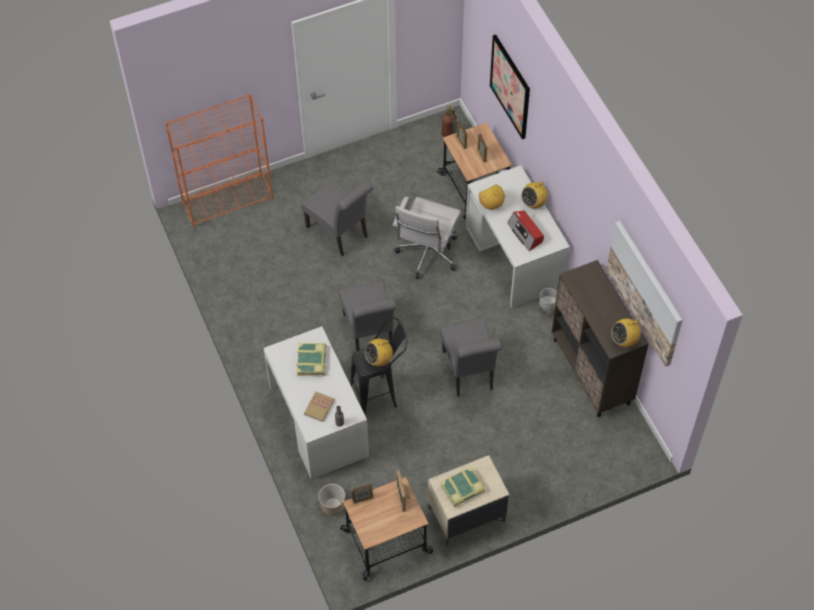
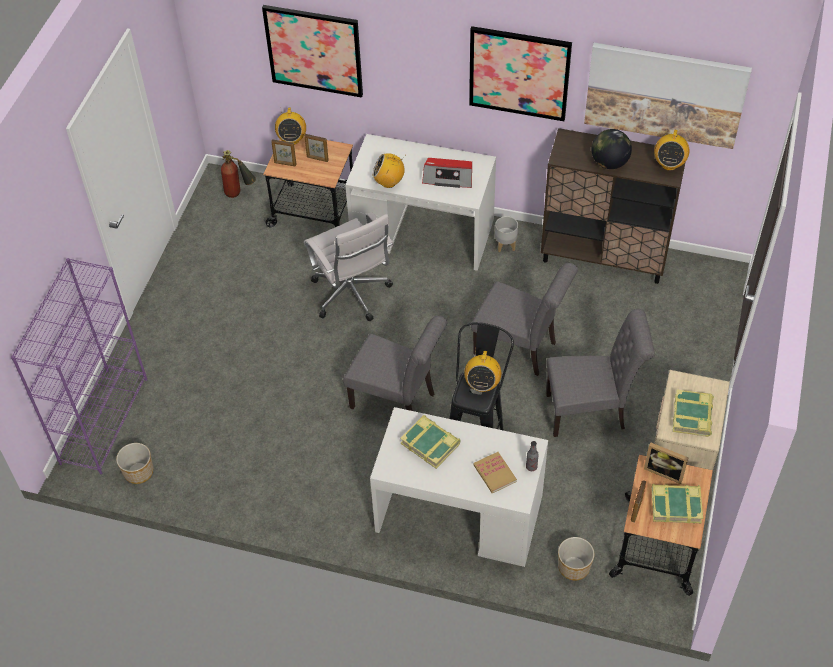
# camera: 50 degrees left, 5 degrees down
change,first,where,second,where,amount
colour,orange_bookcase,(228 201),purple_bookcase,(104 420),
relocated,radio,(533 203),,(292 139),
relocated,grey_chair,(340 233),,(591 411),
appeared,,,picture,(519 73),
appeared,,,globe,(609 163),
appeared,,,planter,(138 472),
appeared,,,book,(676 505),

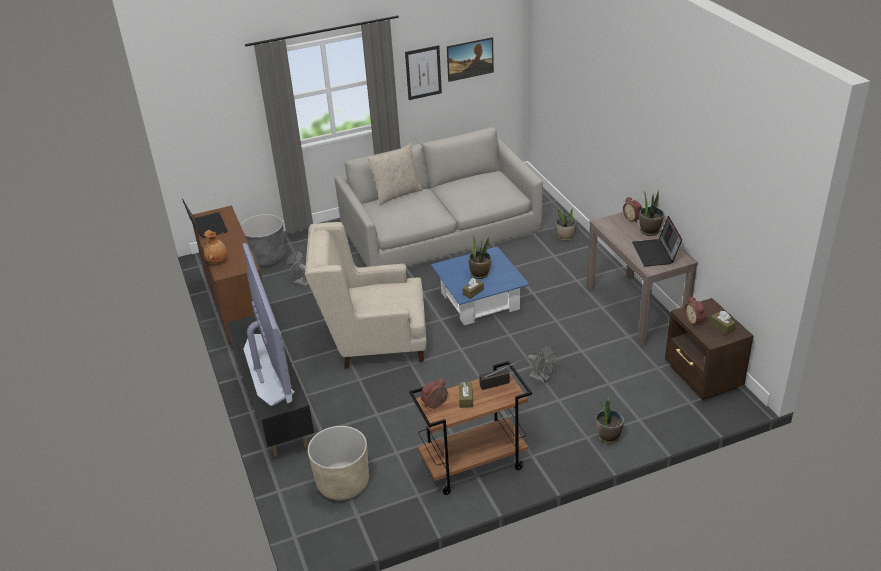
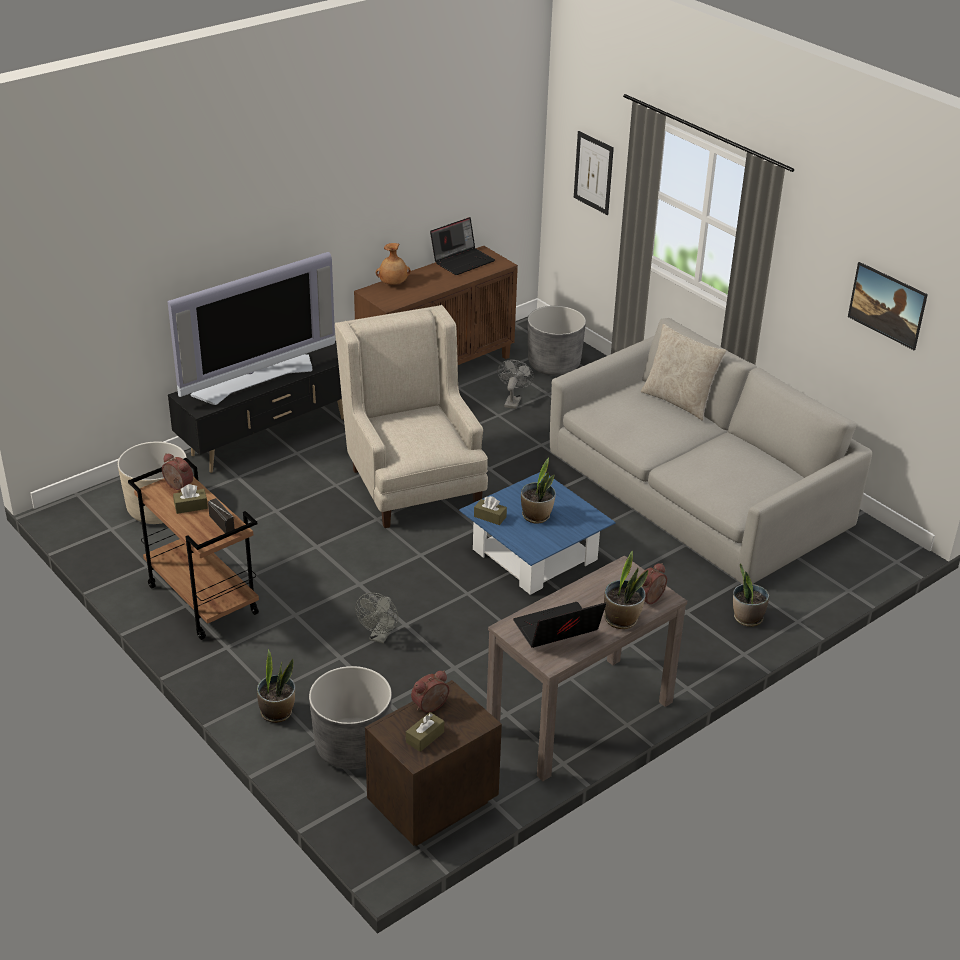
# camera: 70 degrees right, 0 degrees up
change,first,where,second,where,amount
relocated,picture,(423 72),,(593 172),
appeared,,,grey_planter,(352 747),

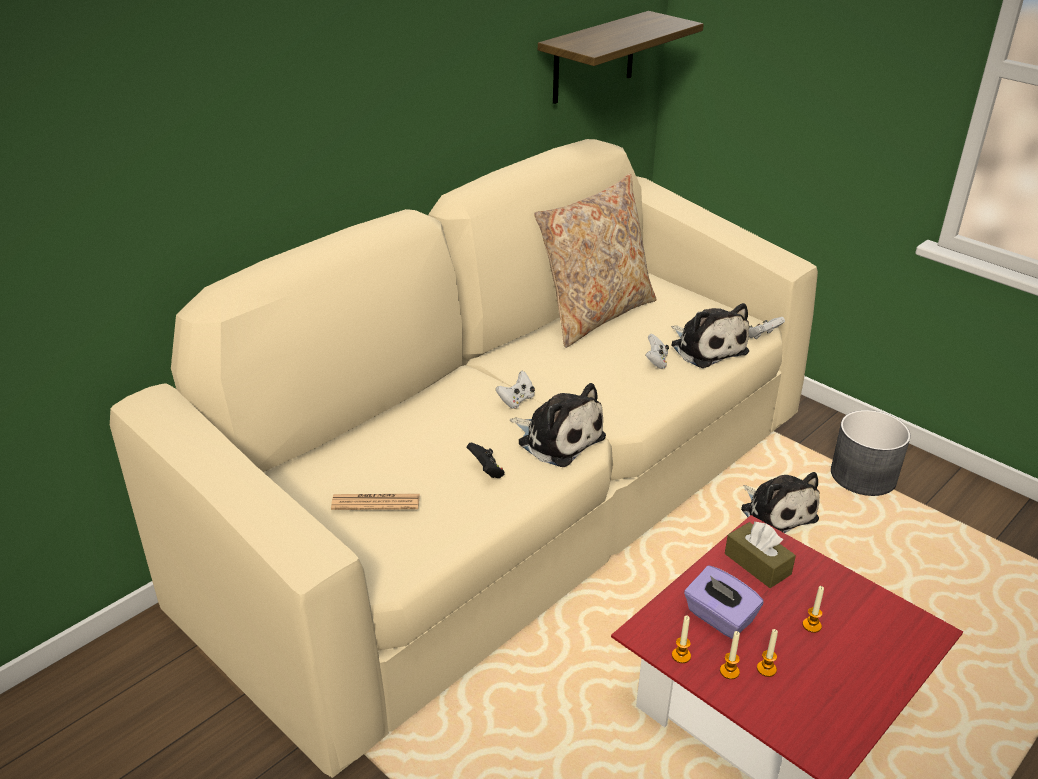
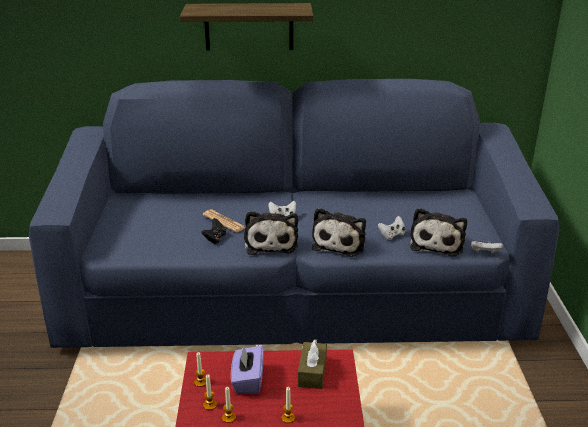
# camera: 45 degrees right, 5 degrees down
change,first,where,second,where,amount
relocated,shelf,(594 58),,(249 26),
colour,beige_sofa,(516 506),blue_sofa,(293 296),
missing,beige_pillow,(595 314),,,
missing,grey_planter,(863 476),,,
relocated,plush_toy,(776 512),,(340 243),
relocated,newspaper,(376 502),,(224 221),

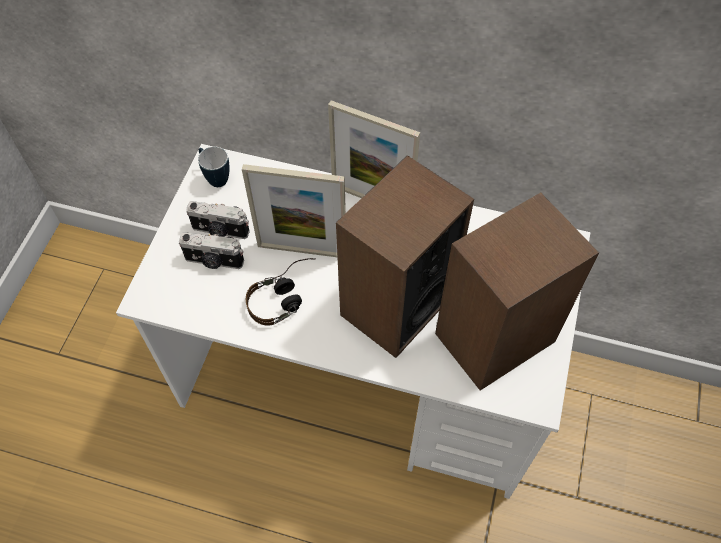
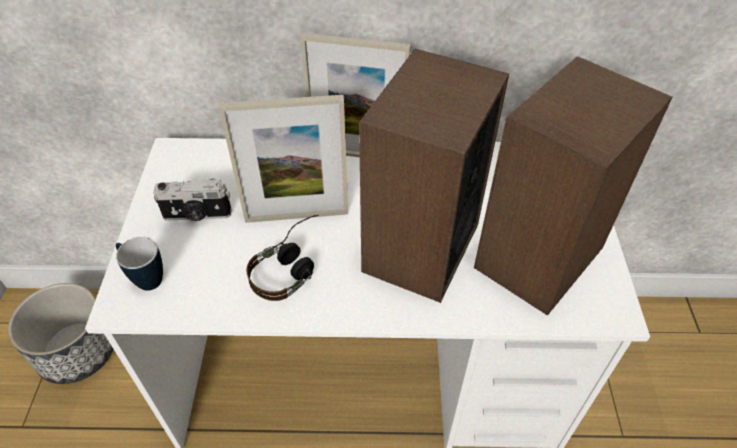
# camera: 15 degrees left, 10 degrees down
change,first,where,second,where,amount
relocated,mug,(215 177),,(145 278),
missing,photo_camera,(214 261),,,
appeared,,,planter,(77 351),

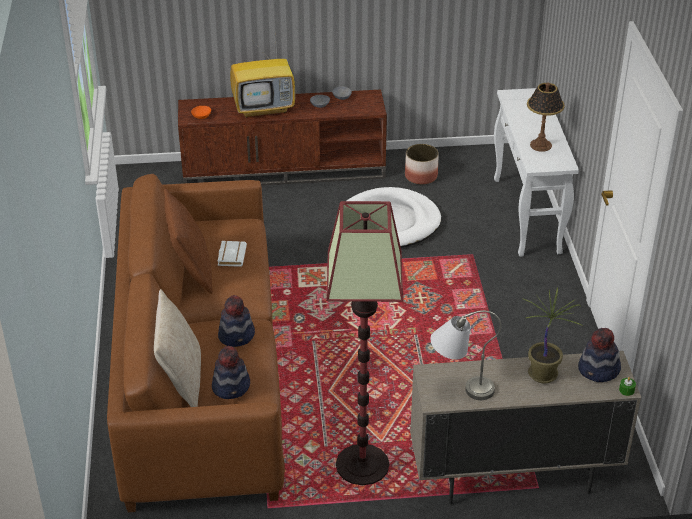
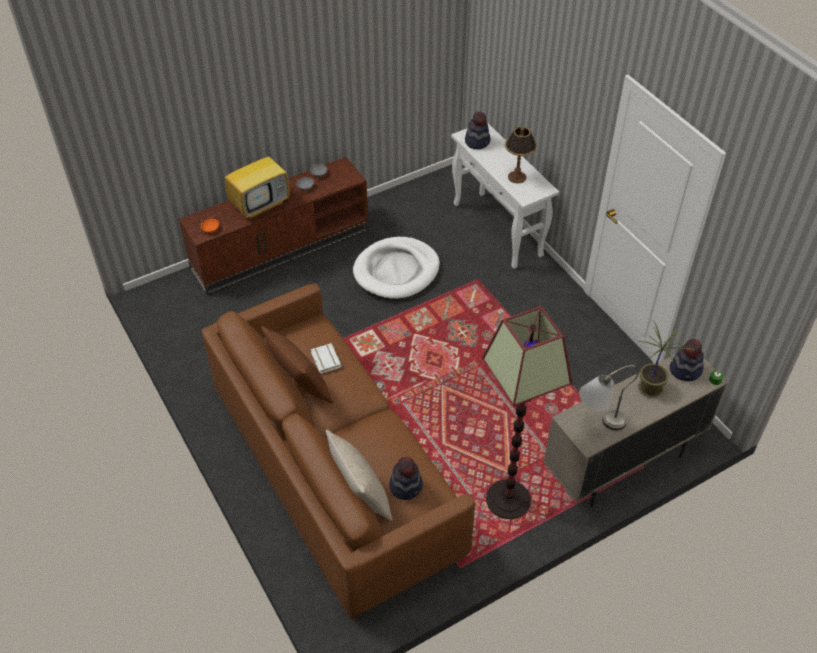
# camera: 25 degrees left, 10 degrees up
change,first,where,second,where,amount
missing,planter,(421 176),,,
relocated,hat,(237 335),,(477 141),

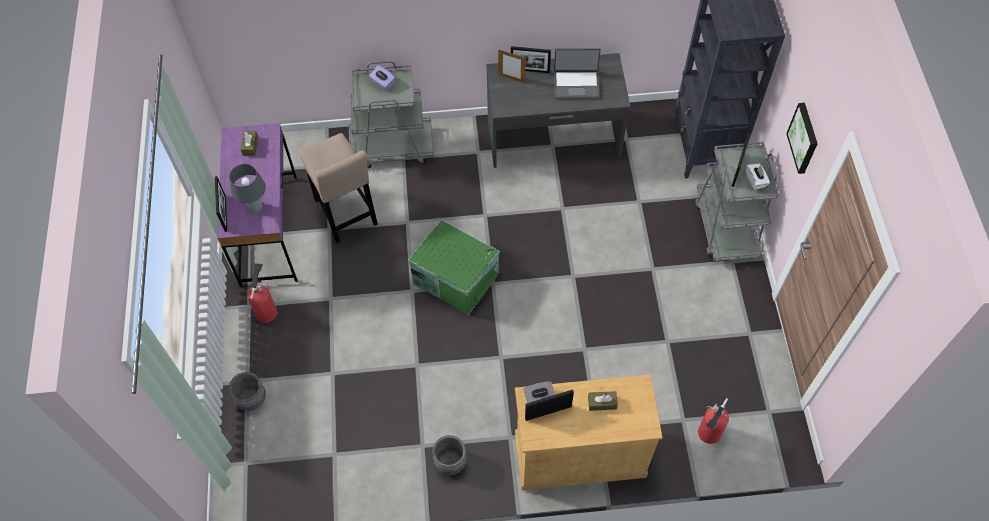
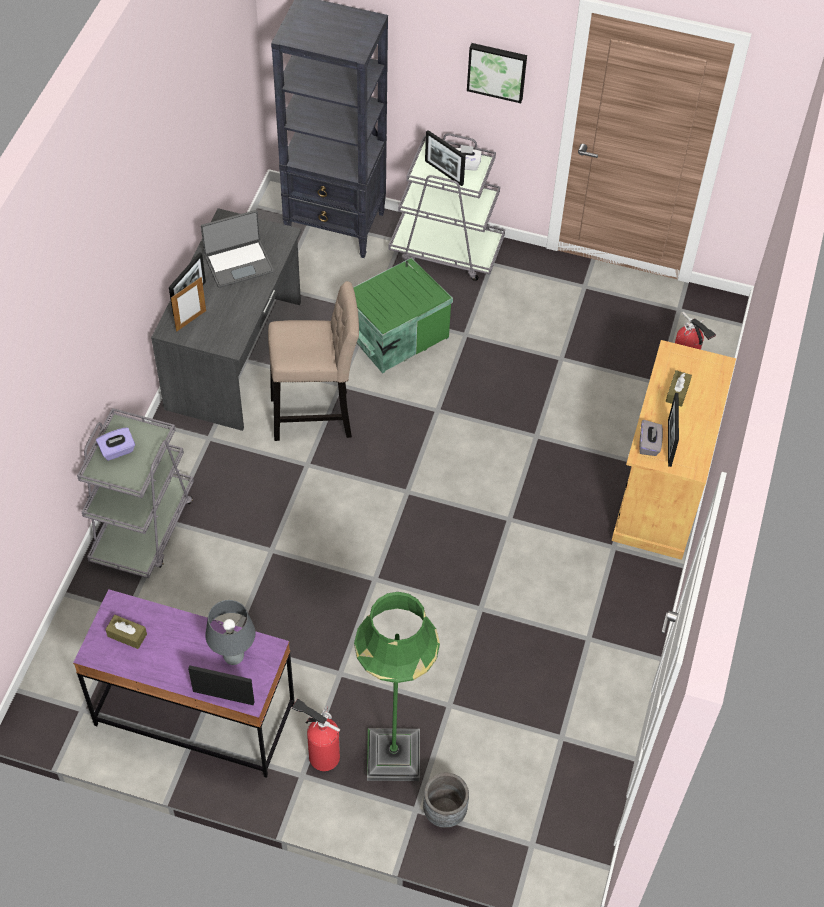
# camera: 70 degrees left, 5 degrees down
change,first,where,second,where,amount
spun,laptop,(576 84),,(238 263),45 degrees clockwise
relocated,beige_stool,(346 215),,(316 416),
relocated,green_storage_box,(455 277),,(394 332),
missing,grey_planter,(450 462),,,
appeared,,,green_floor_lamp,(393 756),

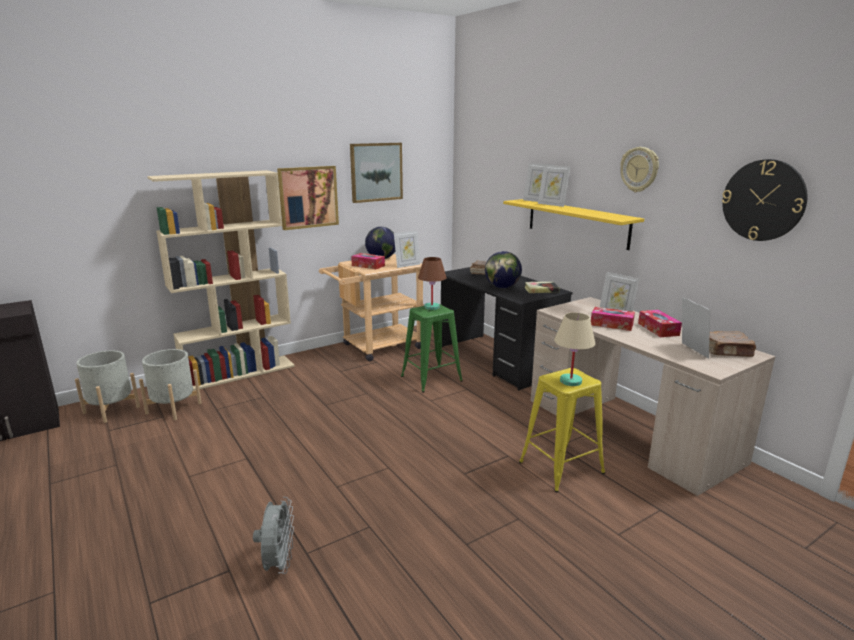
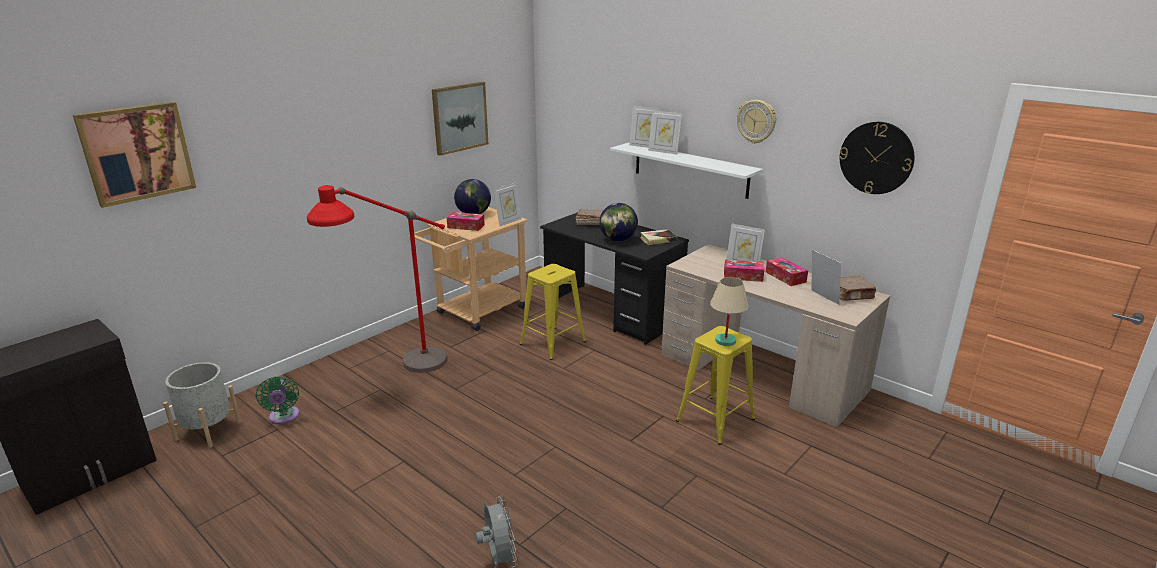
# camera: 15 degrees left, 5 degrees up
change,first,where,second,where,amount
relocated,picture,(308 197),,(137 153),
missing,beige_bookcase,(239 373),,,
colour,yellow_shelf,(576 223),white_shelf,(690 170),
missing,brown_table_lamp,(432 307),,,
colour,green_stool,(431 378),yellow_stool,(553 343),
exchanged,grey_planter,(174 408),green_fan,(284 417),
appeared,,,red_floor_lamp,(399 374),

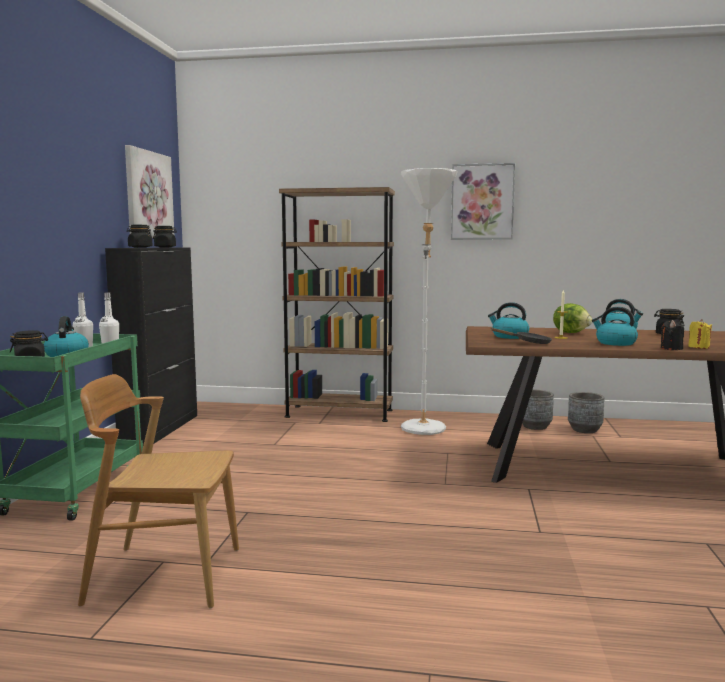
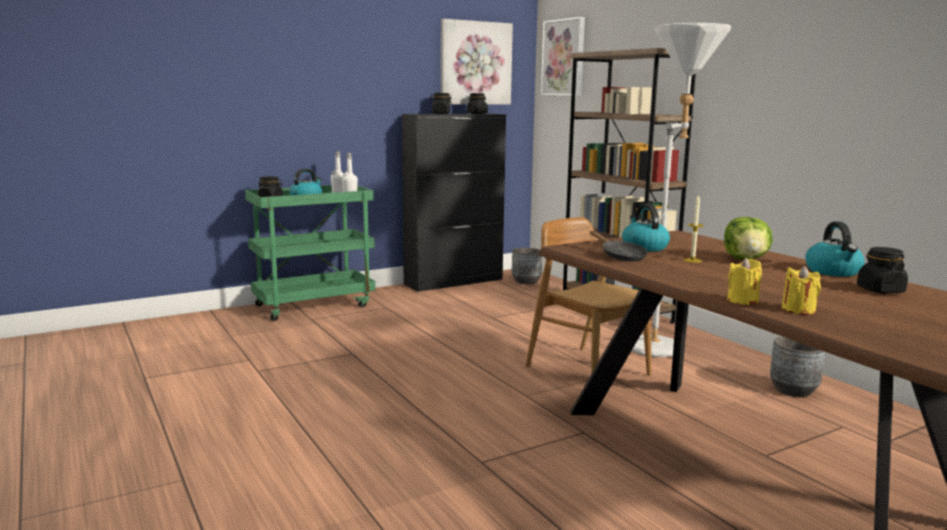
# camera: 50 degrees right, 5 degrees up
change,first,where,second,where,amount
relocated,picture,(482 202),,(563 57),
missing,kettle,(615 343),,,
colour,black_candle,(671 348),yellow_candle,(742 301),
relocated,brown_chair,(164 575),,(587 370),
relocated,grey_planter,(584 430),,(526 281),

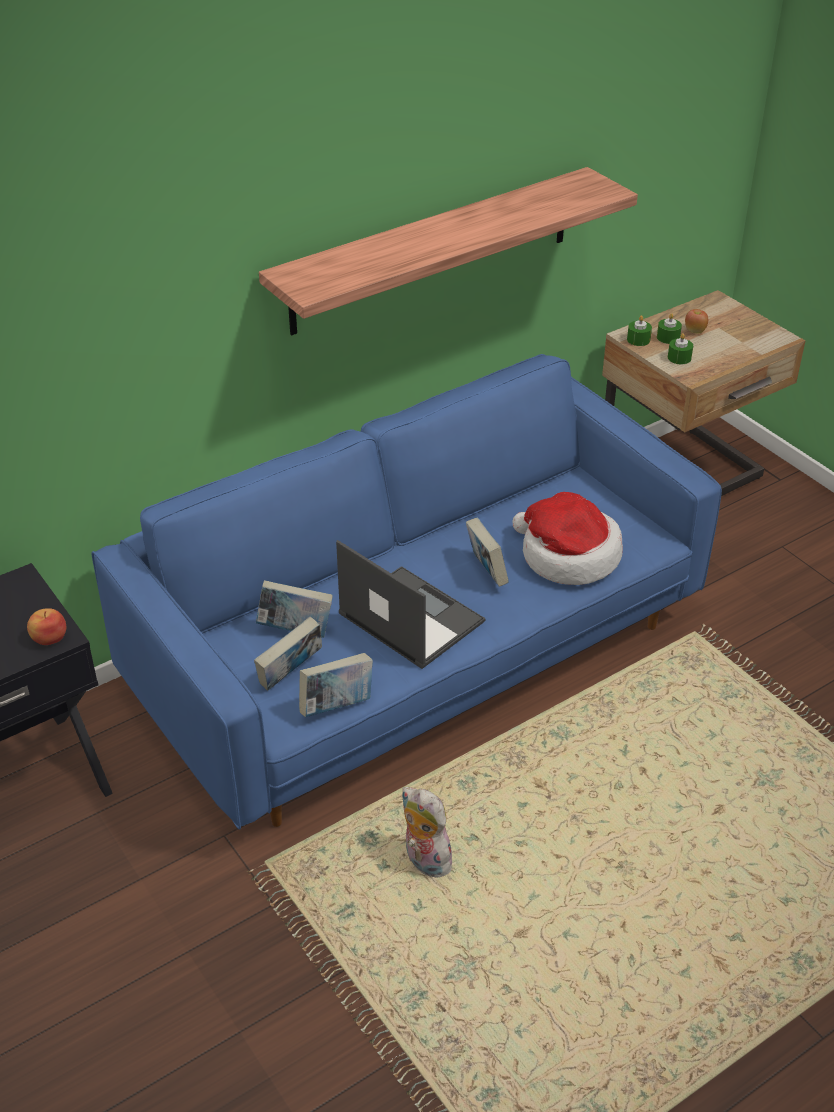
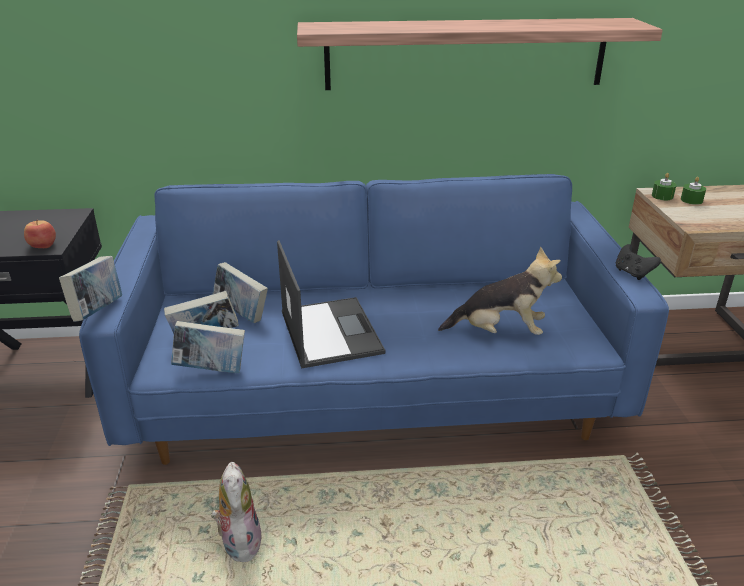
# camera: 30 degrees right, 10 degrees down
change,first,where,second,where,amount
missing,apple,(695 331),,,
missing,green_candle,(679 358),,,
exchanged,hat,(567 556),plush_toy,(499 332),
relocated,book,(486 572),,(98 311),
appeared,,,black_game_controller,(632 273),

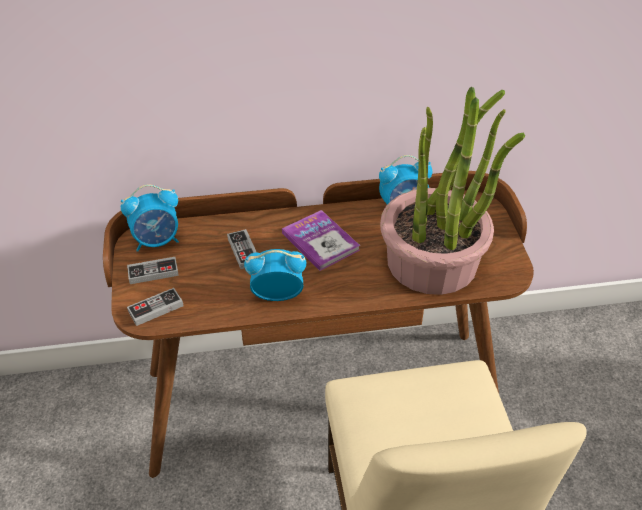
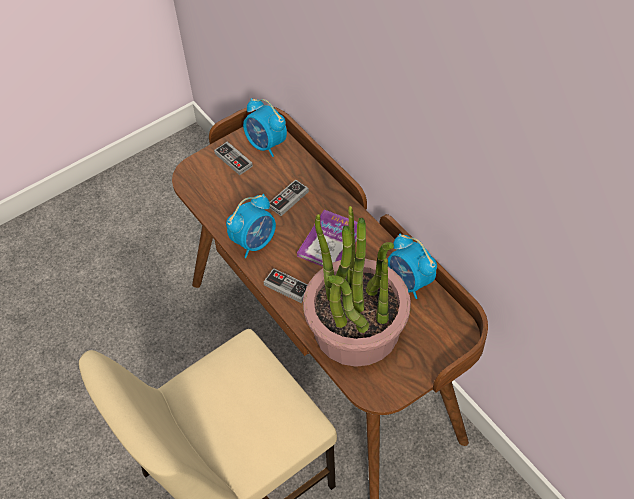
# camera: 65 degrees right, 10 degrees up
change,first,where,second,where,amount
spun,alarm_clock,(277 295),,(254 242),75 degrees clockwise
relocated,game_controller,(156 309),,(287 287),

